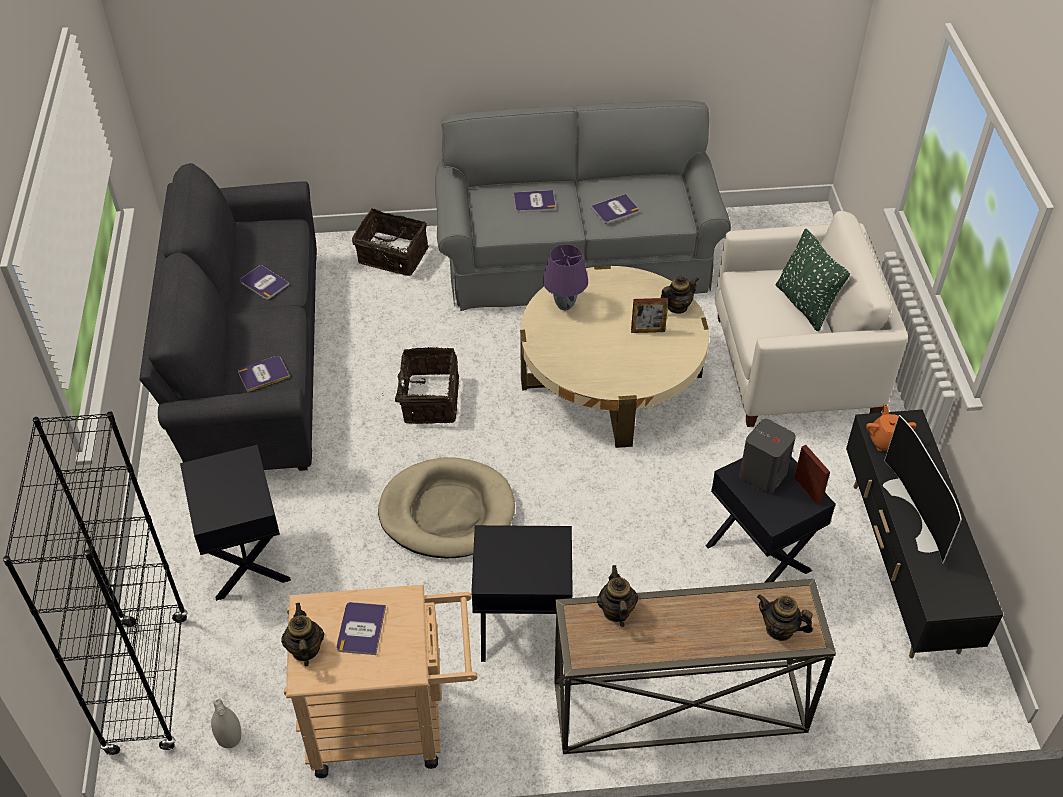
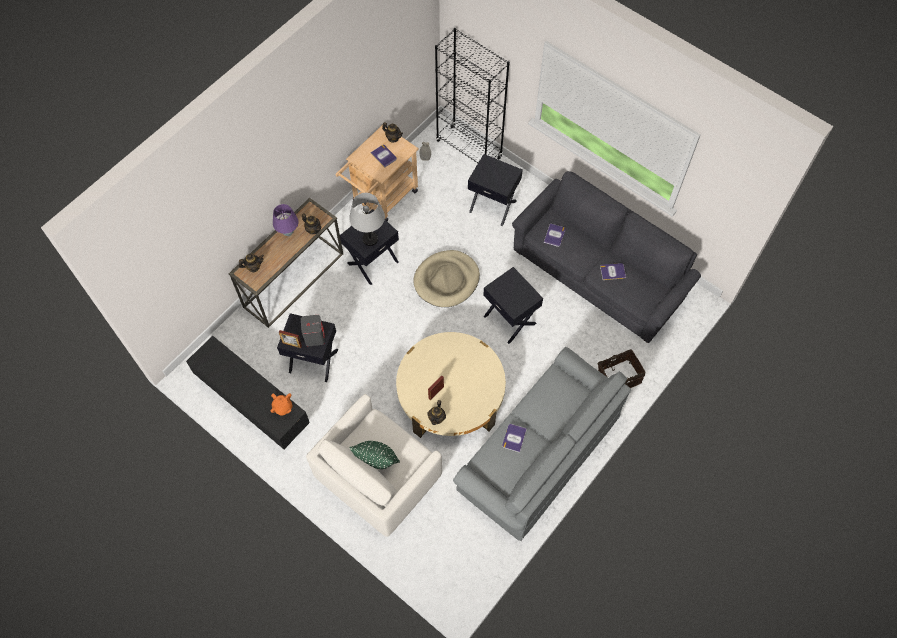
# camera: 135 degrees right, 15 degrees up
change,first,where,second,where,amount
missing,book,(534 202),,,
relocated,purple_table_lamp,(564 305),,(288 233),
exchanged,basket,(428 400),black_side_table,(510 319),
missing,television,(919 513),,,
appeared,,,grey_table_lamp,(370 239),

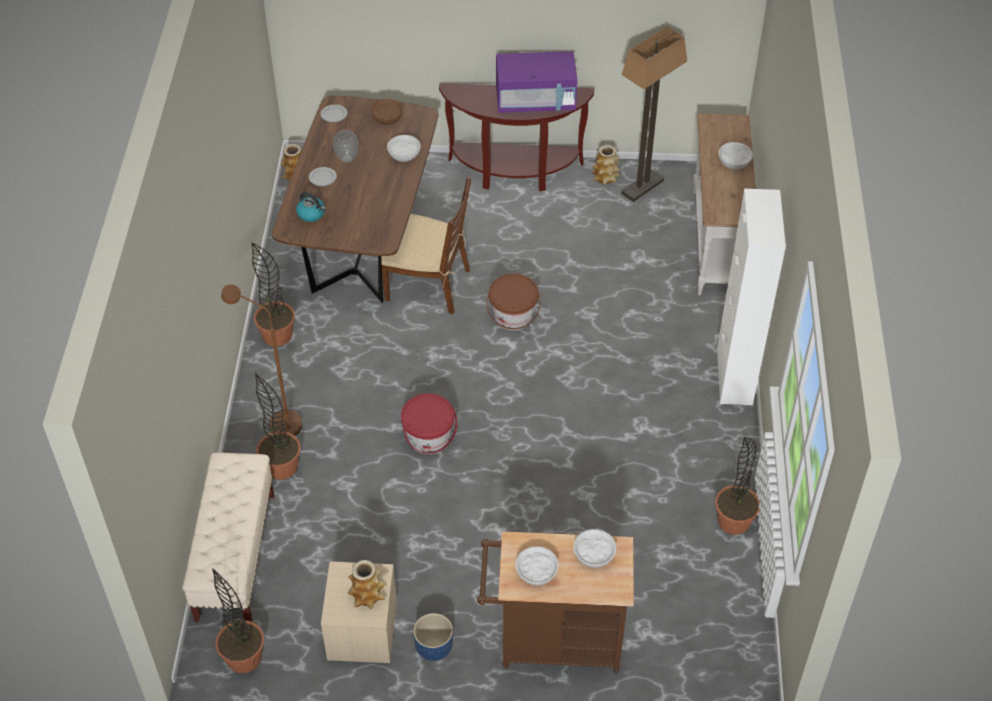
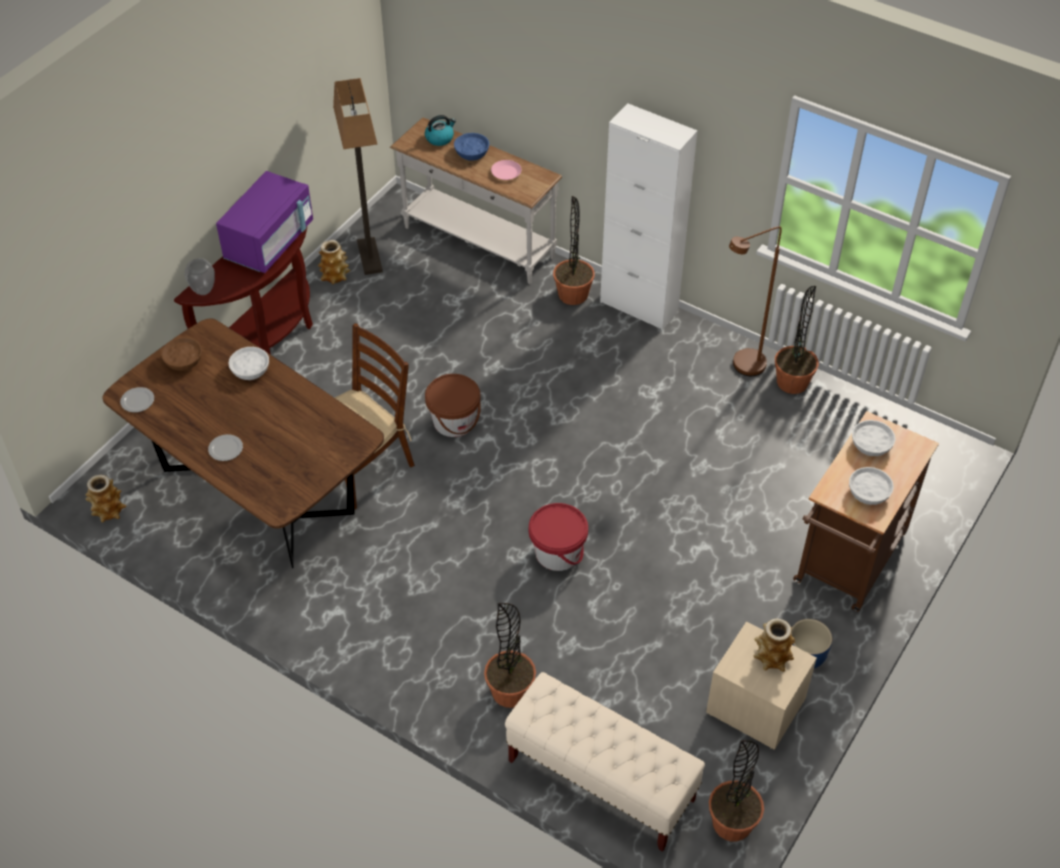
# camera: 60 degrees left, 0 degrees up
change,first,where,second,where,amount
relocated,vase,(347 159),,(203 290),
colour,white_bowl,(734 161),blue_bowl,(472 152),
relocated,kettle,(312 214),,(440 138),
relocated,potted_plant,(277 335),,(573 294),
relocated,brown_floor_lamp,(277 422),,(742 368),
appeared,,,pink_plate,(506 173),

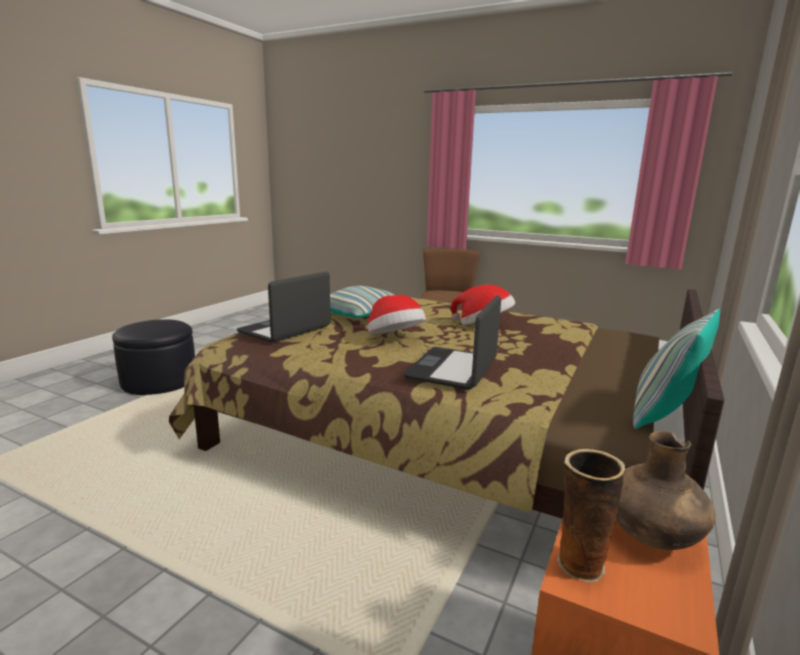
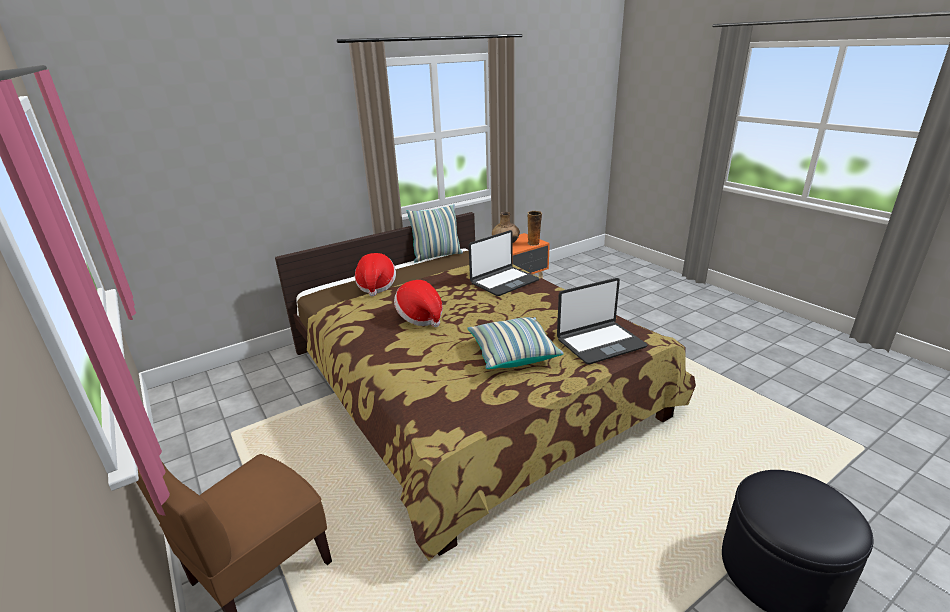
# camera: 150 degrees left, 10 degrees up
change,first,where,second,where,amount
relocated,hat,(395 339),,(376 286),

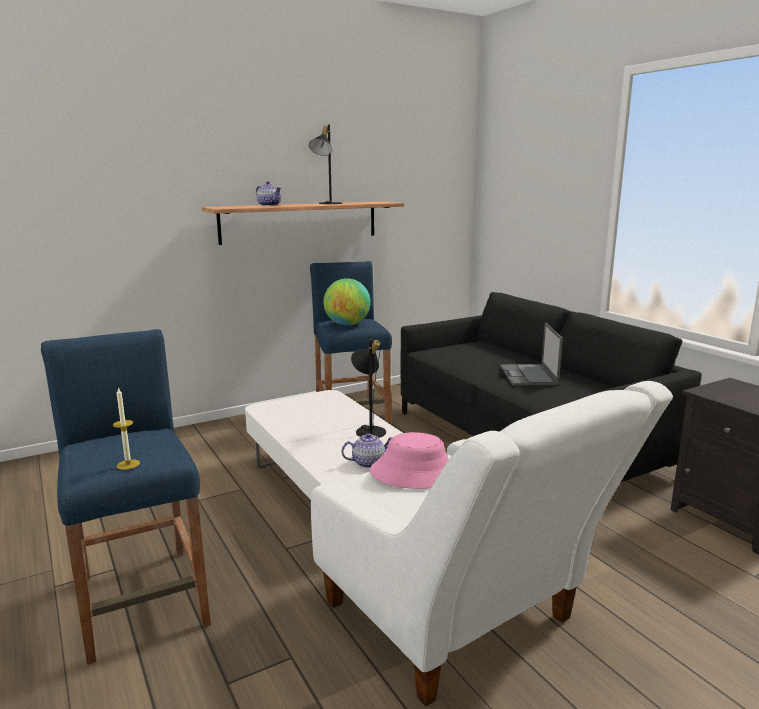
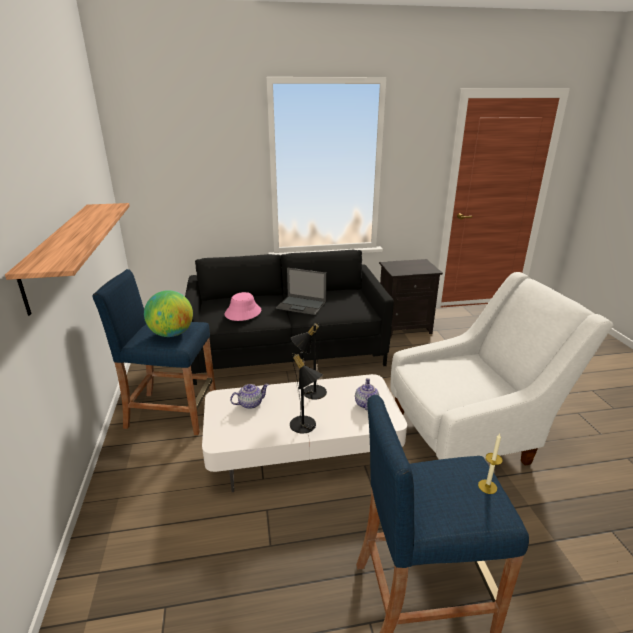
# camera: 70 degrees left, 10 degrees up
change,first,where,second,where,amount
relocated,black_table_lamp,(327 203),,(305 427),
relocated,teapot,(269 205),,(250 404),
relocated,pink_hat,(414 473),,(243 312),

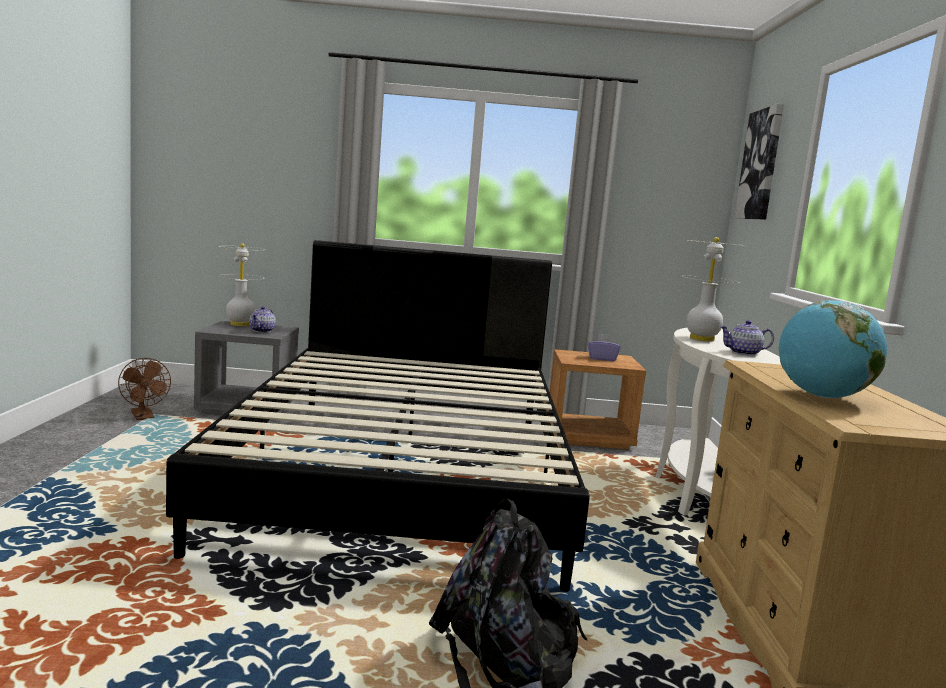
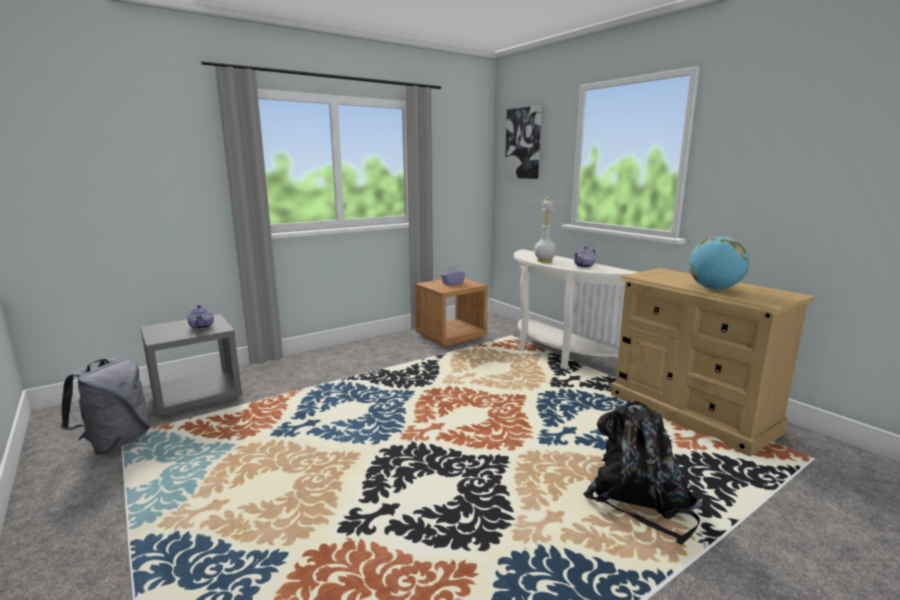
# camera: 35 degrees left, 5 degrees up
change,first,where,second,where,amount
missing,black_bed,(404 471),,,
missing,white_table_lamp,(239 324),,,
exchanged,brown_fan,(144 417),grey_backpack,(116 442),

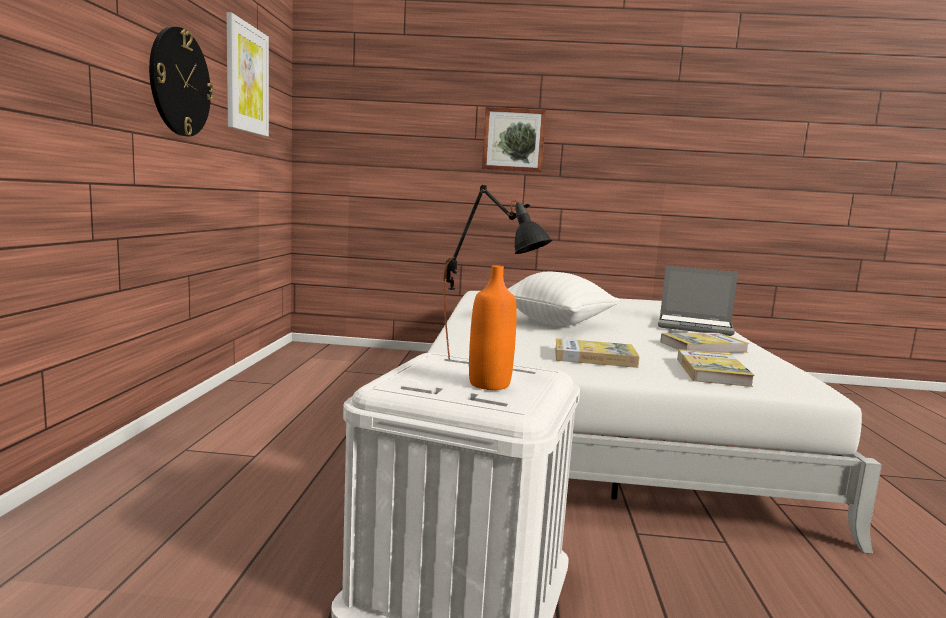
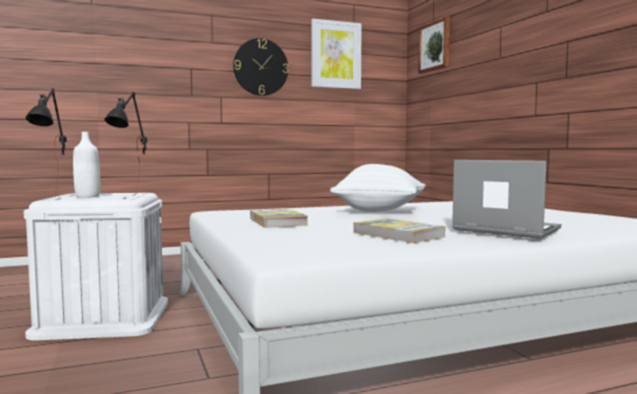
# camera: 65 degrees right, 5 degrees down
change,first,where,second,where,amount
relocated,picture,(513 140),,(435 46),
colour,orange_bottle,(489 384),white_bottle,(87 196),
spun,laptop,(695 327),,(504 230),135 degrees clockwise
missing,book,(712 372),,,
appeared,,,black_table_lamp,(54 198),

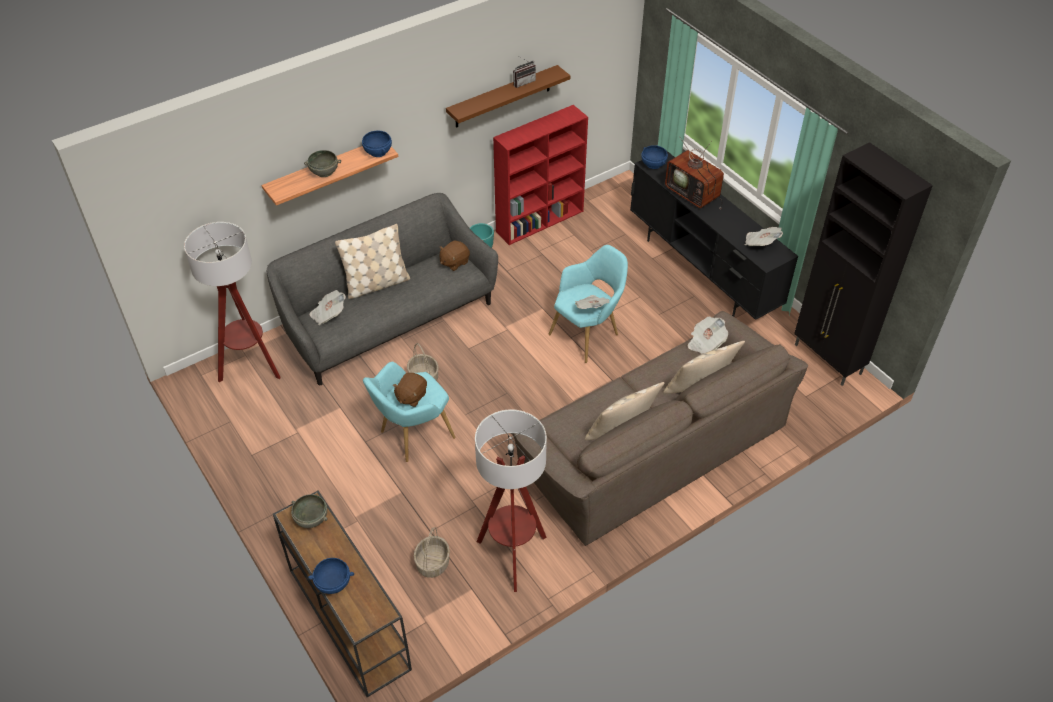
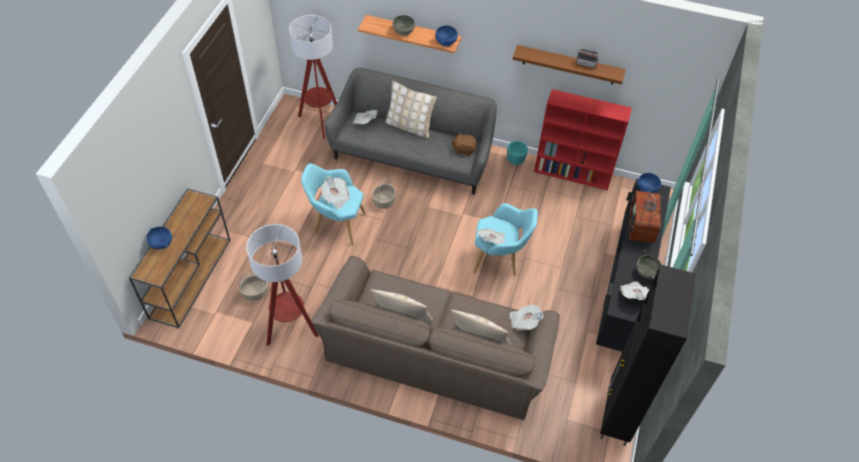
# camera: 50 degrees right, 5 degrees up
change,first,where,second,where,amount
exchanged,brown_plush_toy,(411 396),newspaper,(336 197),
relocated,grey_bowl,(311 519),,(646 272),

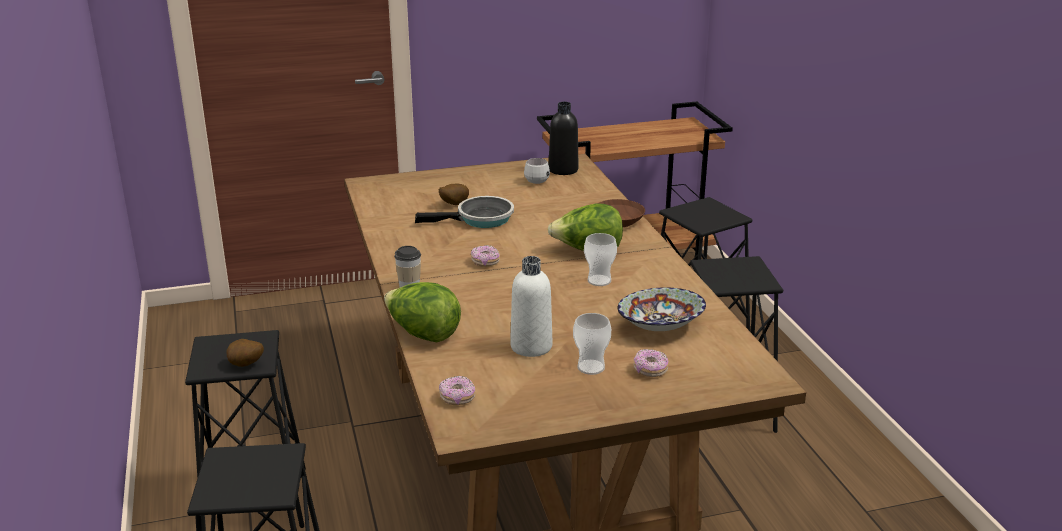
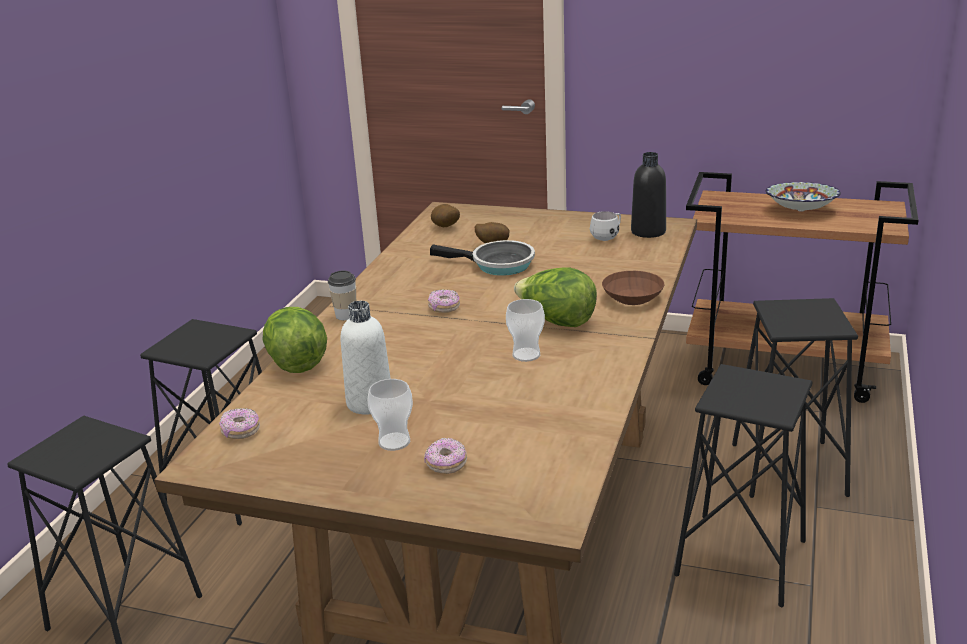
# camera: 35 degrees right, 0 degrees up
change,first,where,second,where,amount
relocated,bowl,(661 328),,(801 210),
relocated,potato,(246 366),,(445 227),

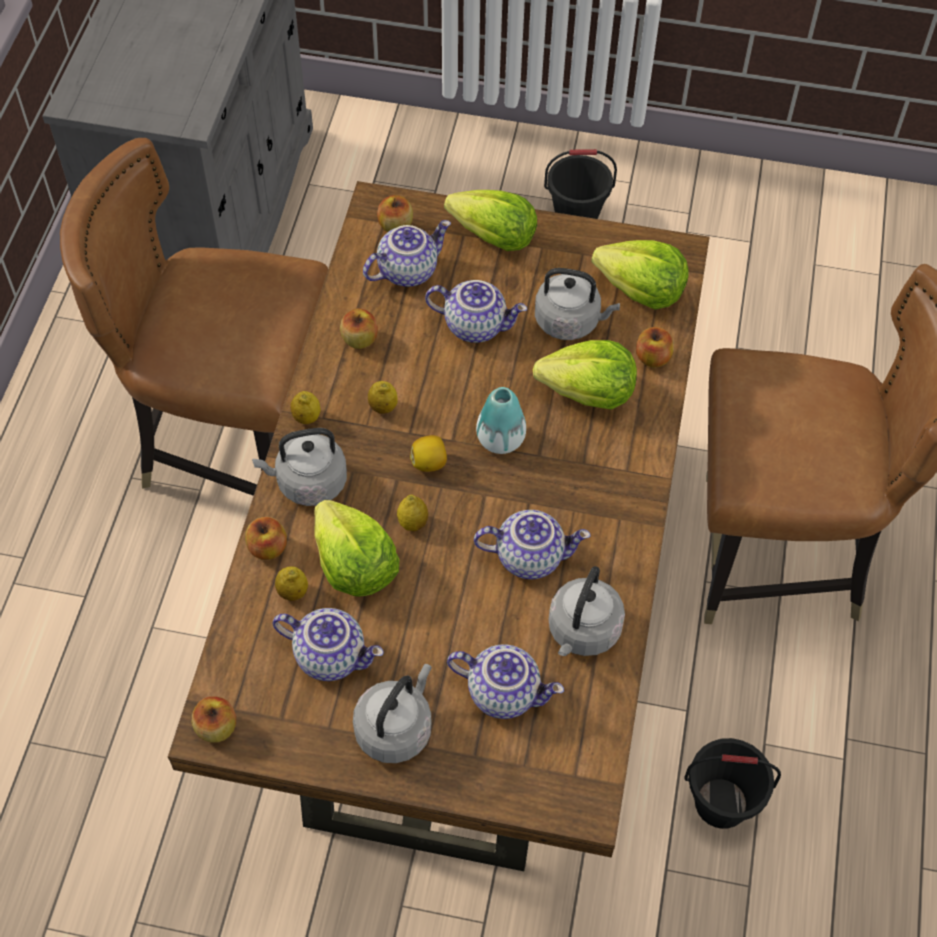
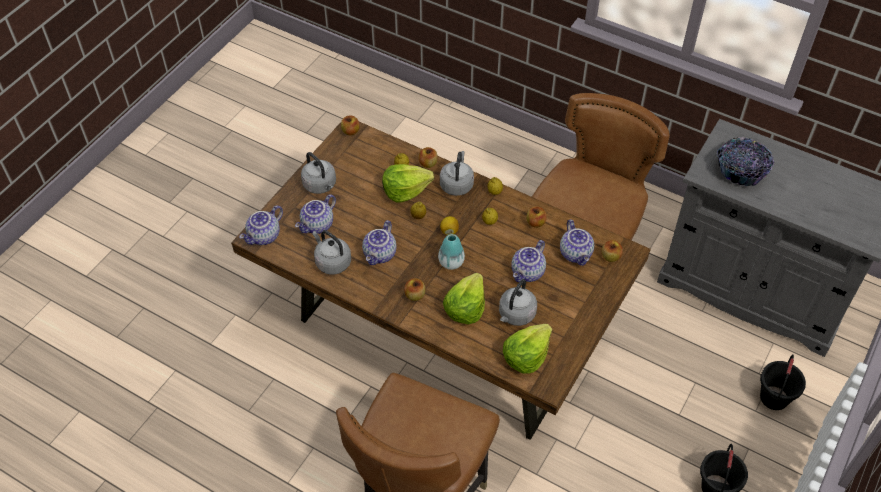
# camera: 110 degrees right, 5 degrees down
change,first,where,second,where,amount
missing,lettuce,(494 238),,,
relocated,apple,(653 358),,(415 295),
relocated,teapot,(331 655),,(264 237),
relocated,black_bucket,(721 802),,(774 398),
appeared,,,bowl,(741 170),

